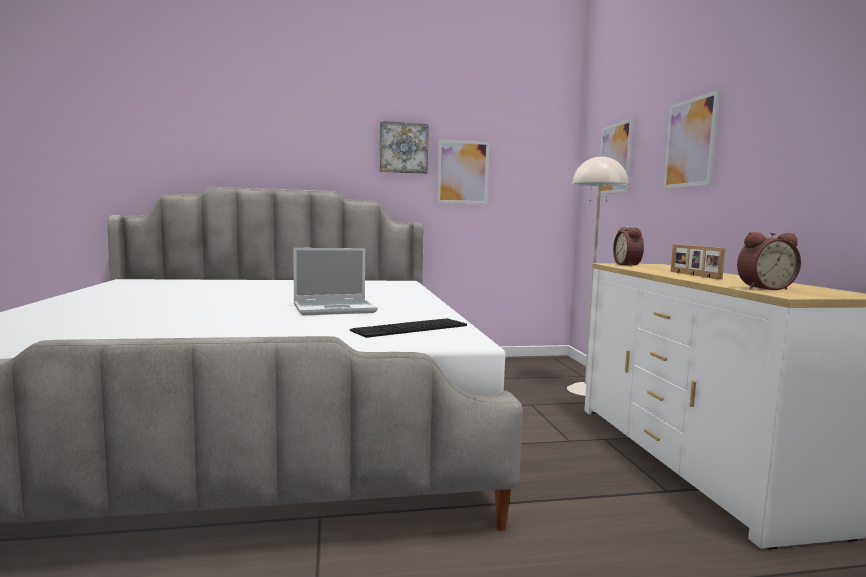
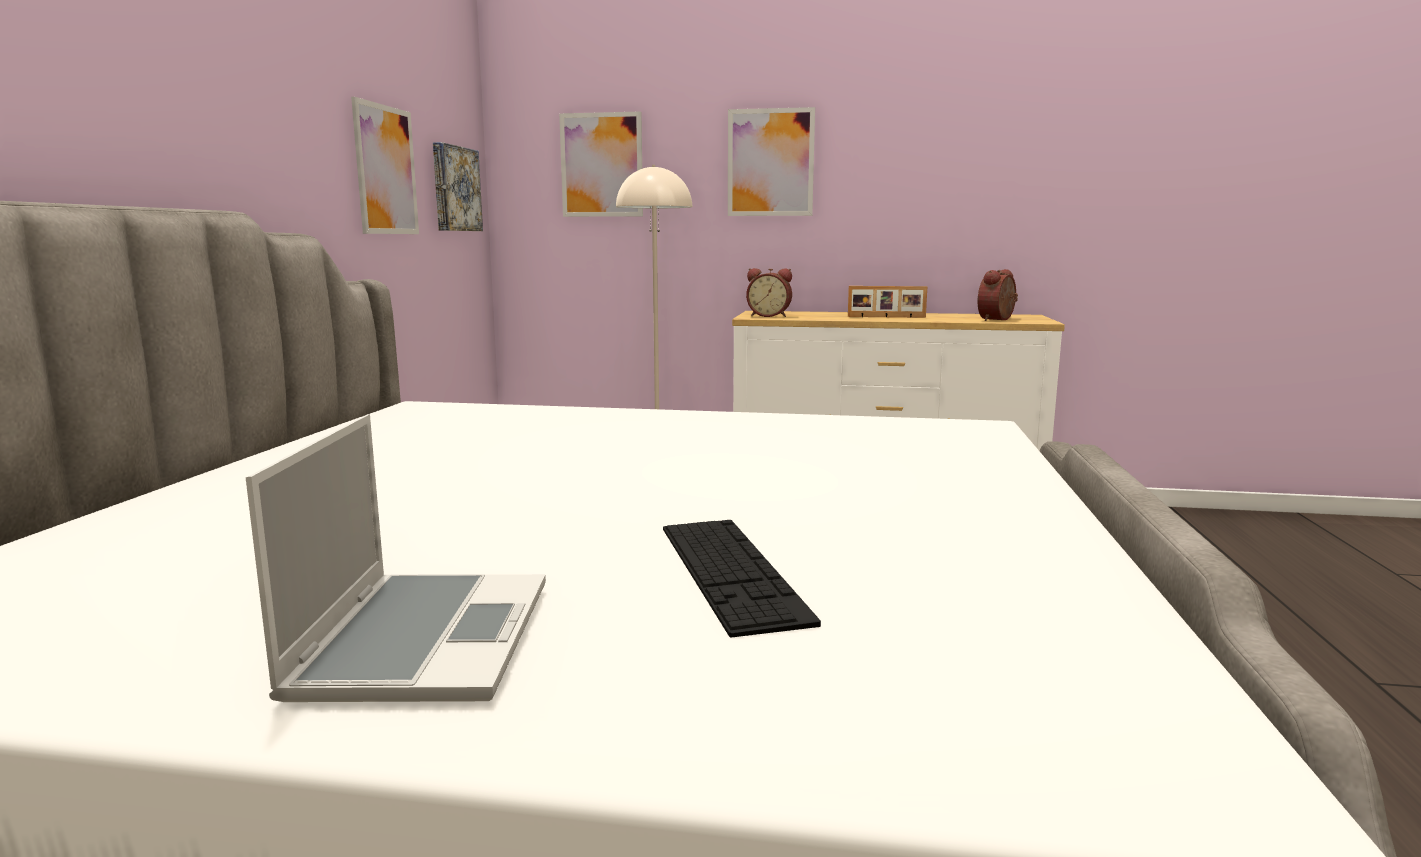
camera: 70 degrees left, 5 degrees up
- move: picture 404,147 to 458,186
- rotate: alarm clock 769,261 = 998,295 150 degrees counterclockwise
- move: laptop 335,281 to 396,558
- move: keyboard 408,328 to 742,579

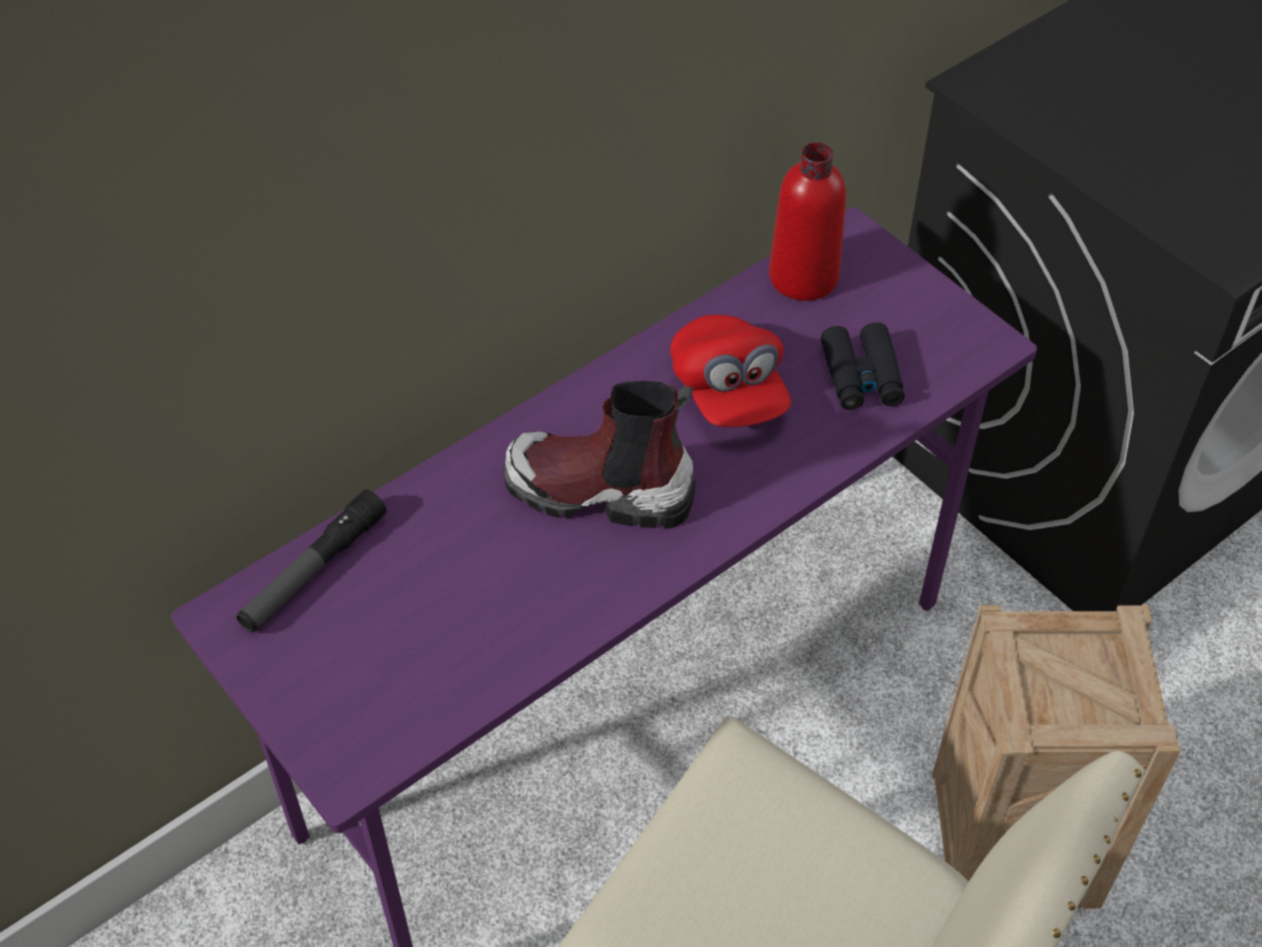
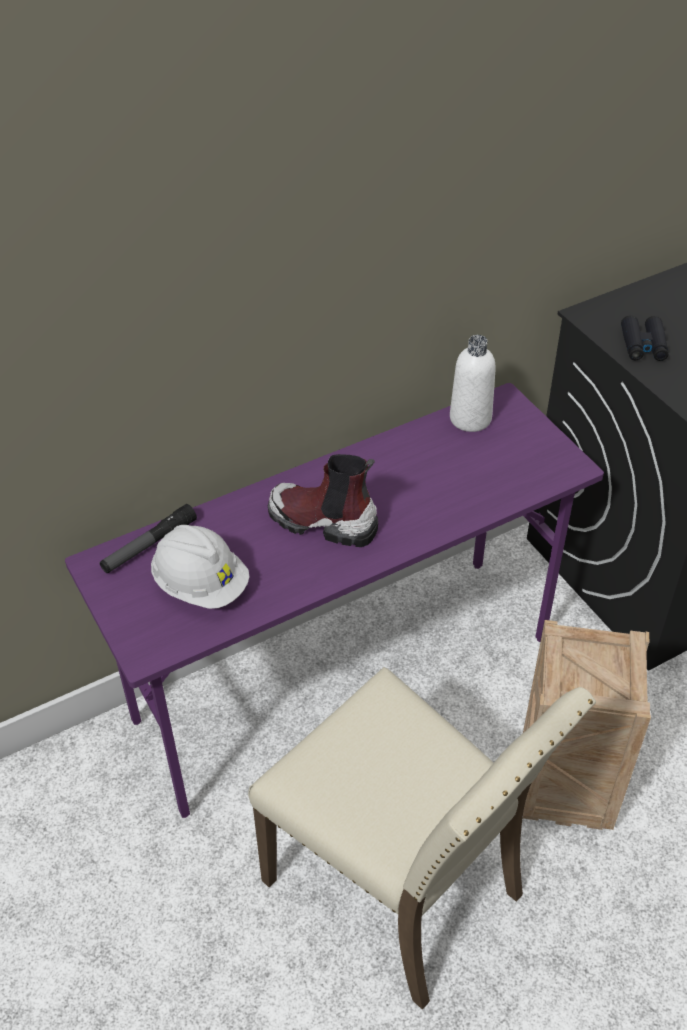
camera: 10 degrees right, 5 degrees down
- recolor: red bottle 807,221 to white bottle 473,383
- delete: red cap 730,371
- move: black binoculars 863,366 to 644,338
- insert: white hard hat 200,567

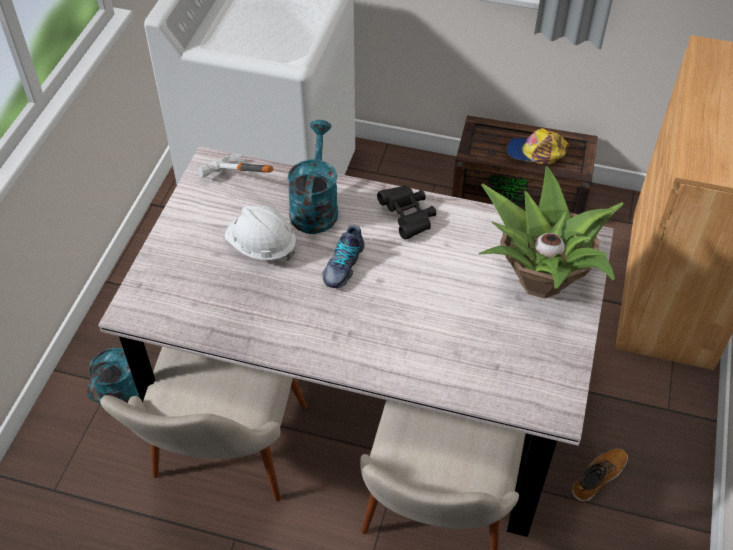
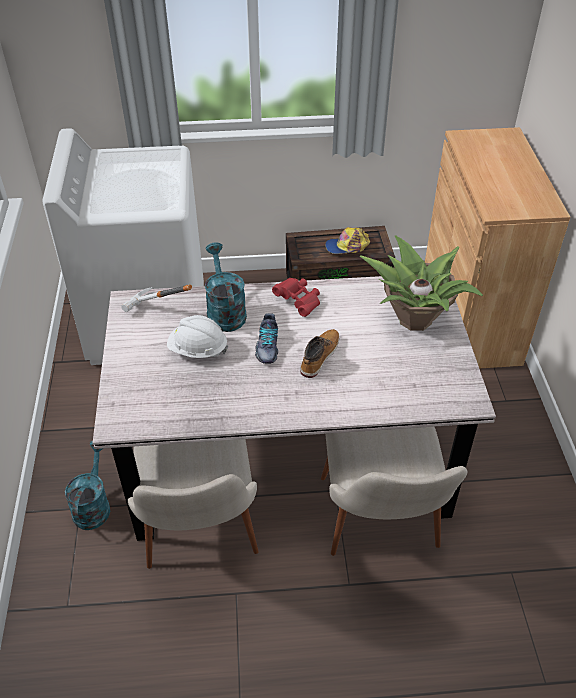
camera: 20 degrees left, 5 degrees down
- recolor: black binoculars 406,212 to red binoculars 296,297
- move: boot 599,476 to 319,353

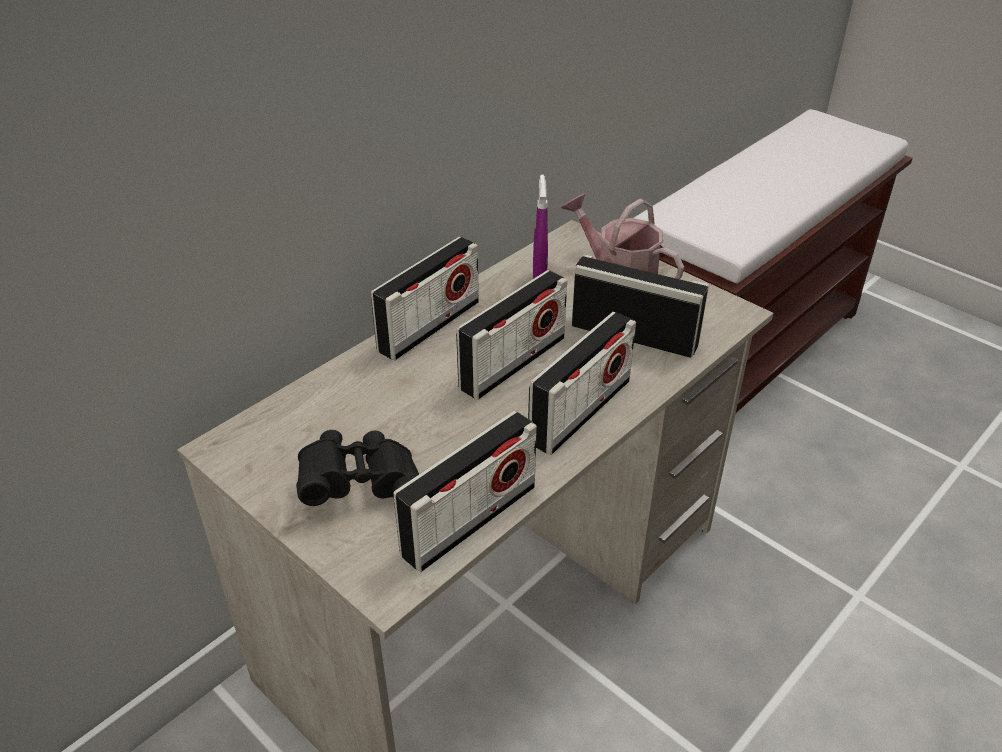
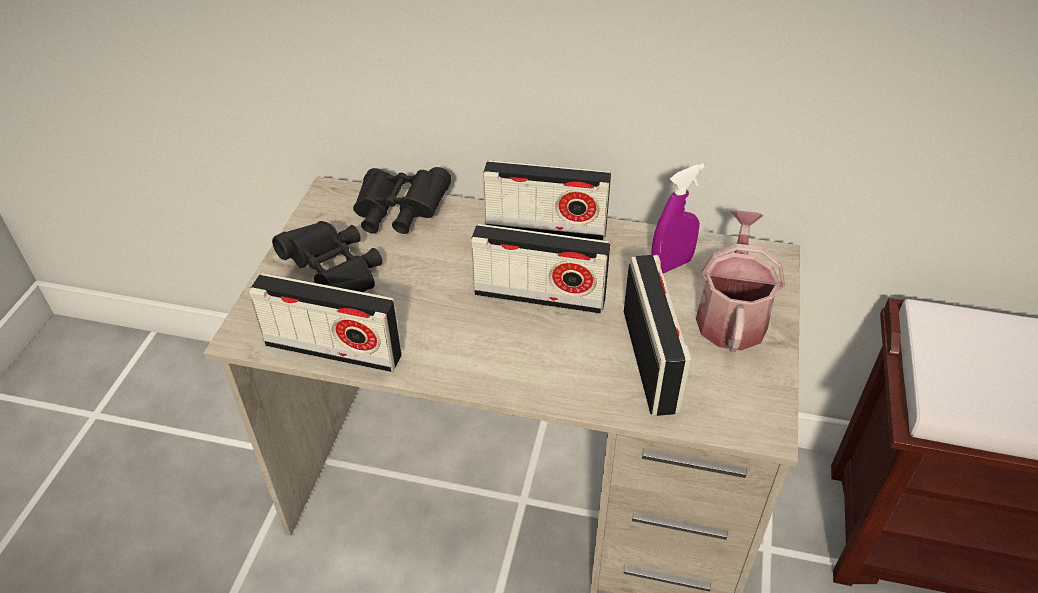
camera: 60 degrees right, 5 degrees up
- delete: radio 582,383
- insert: black binoculars 402,200

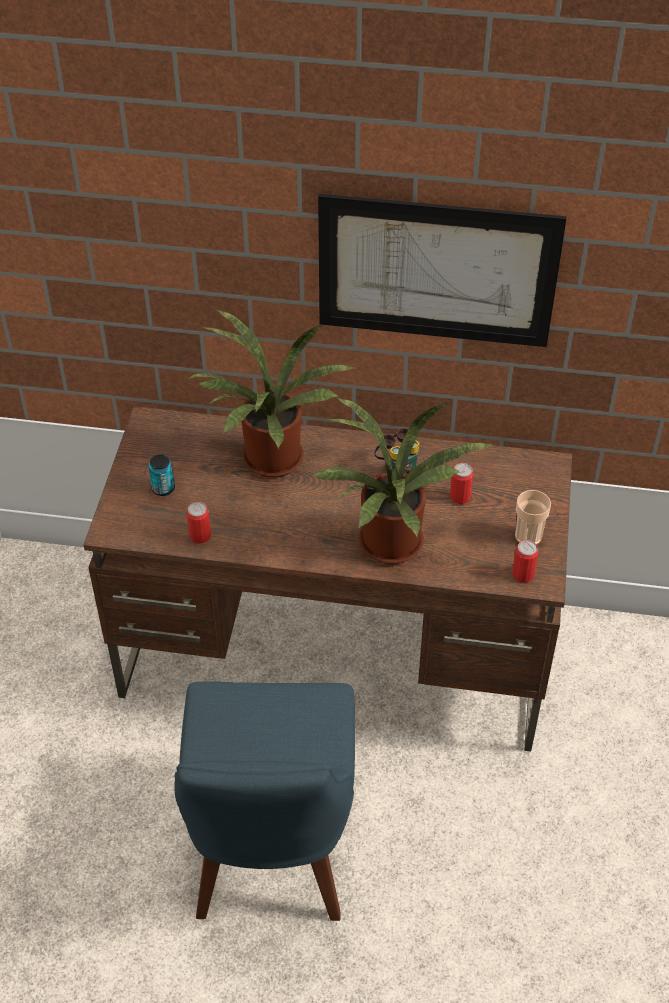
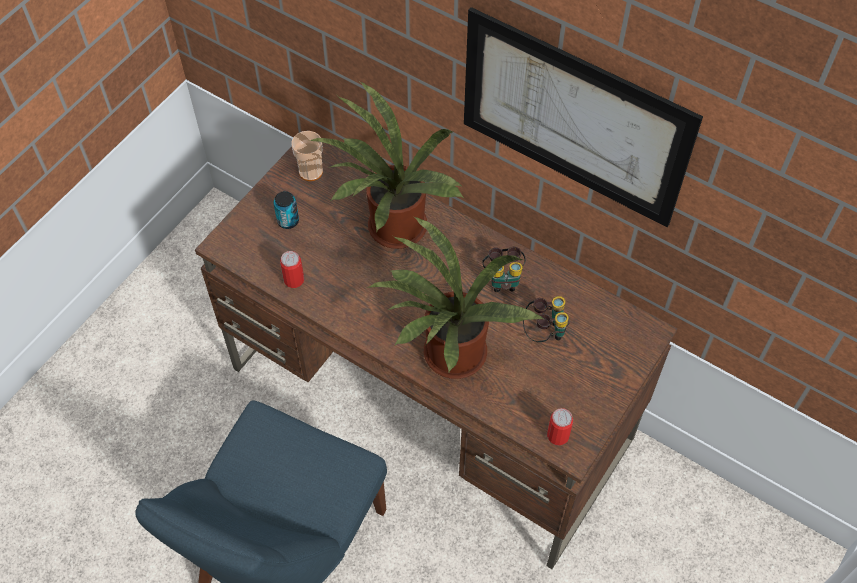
camera: 25 degrees right, 10 degrees up
- replace: can 461,483 to binoculars 546,319
- move: cup 533,517 to 307,156

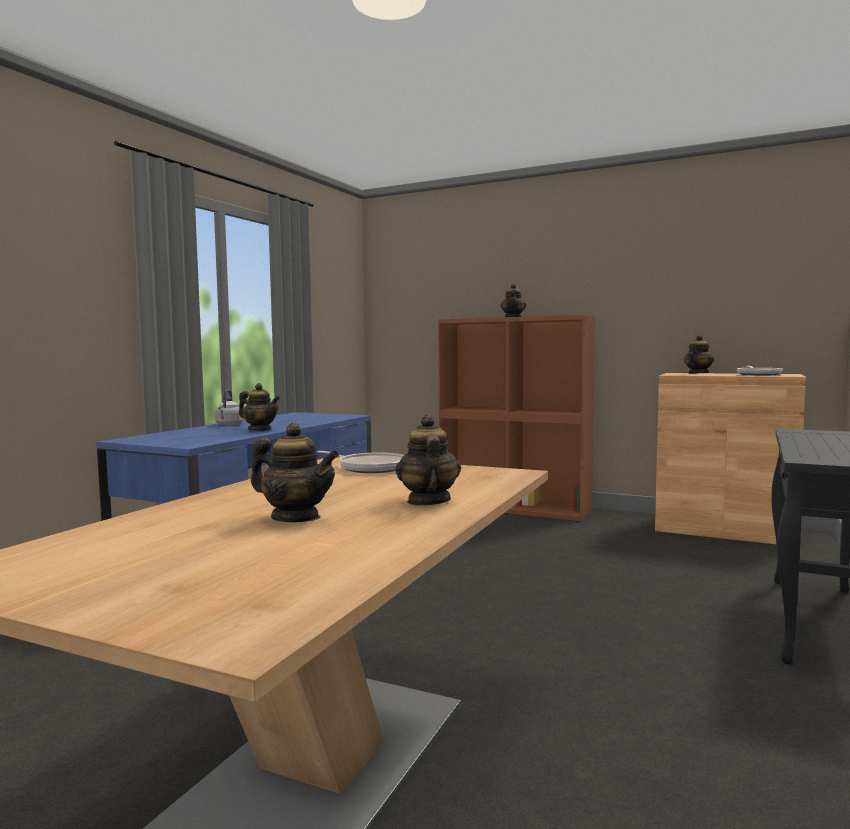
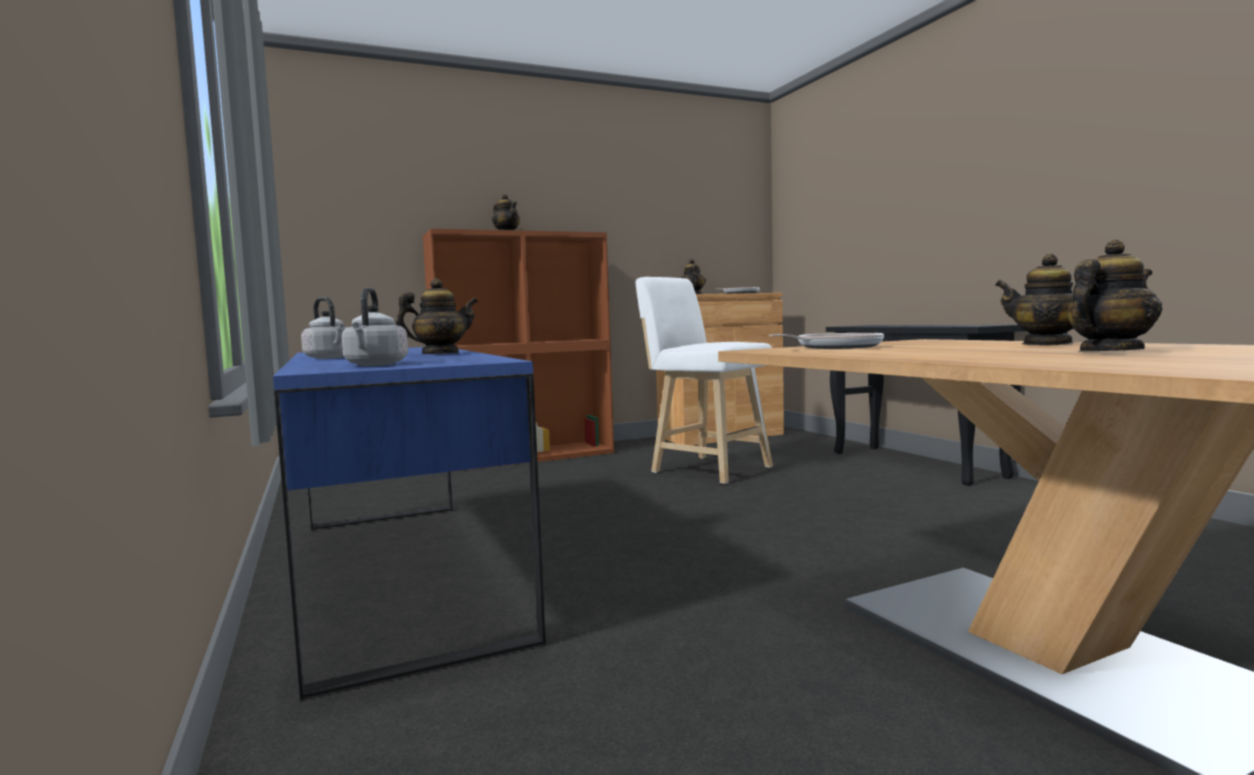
camera: 50 degrees left, 0 degrees up
- insert: white stool 704,380
- insert: grey kettle 375,327

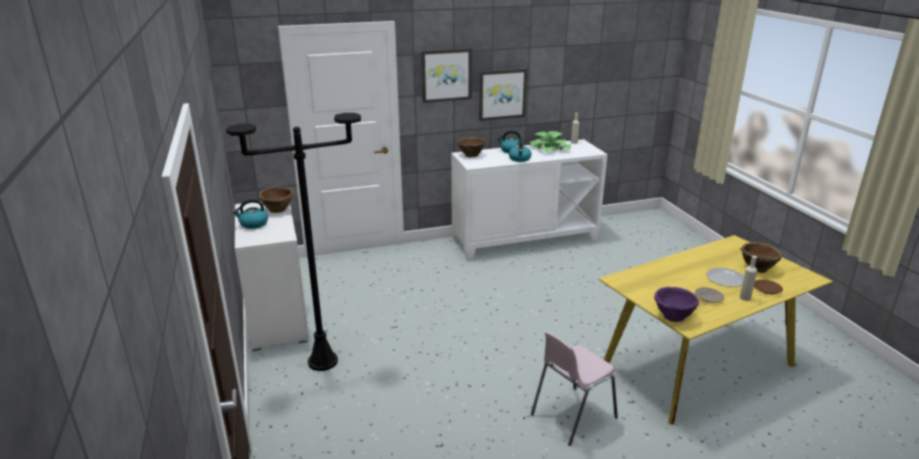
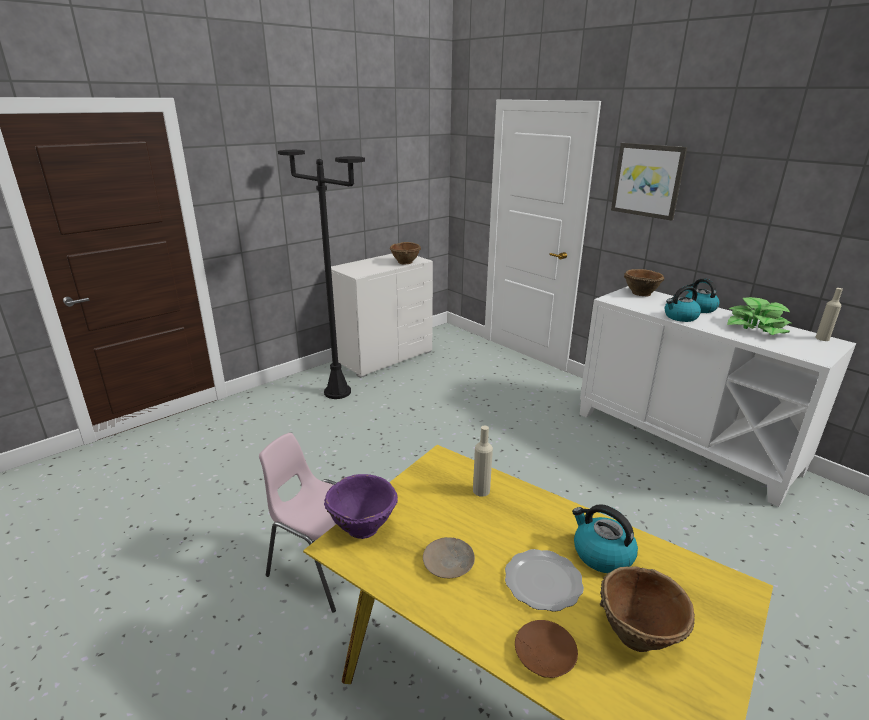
camera: 65 degrees right, 0 degrees up
- delete: picture 503,95
- move: kettle 250,214 to 605,538
- move: beige bottle 748,278 to 483,461

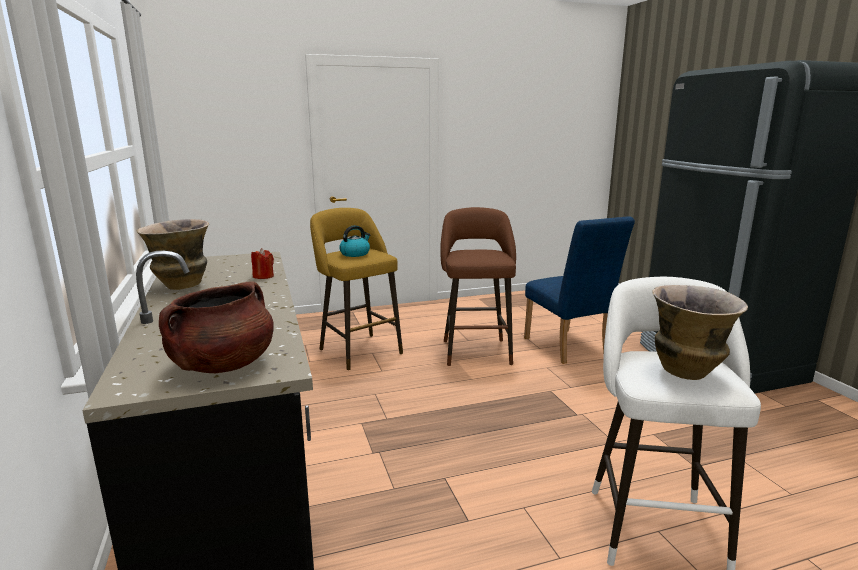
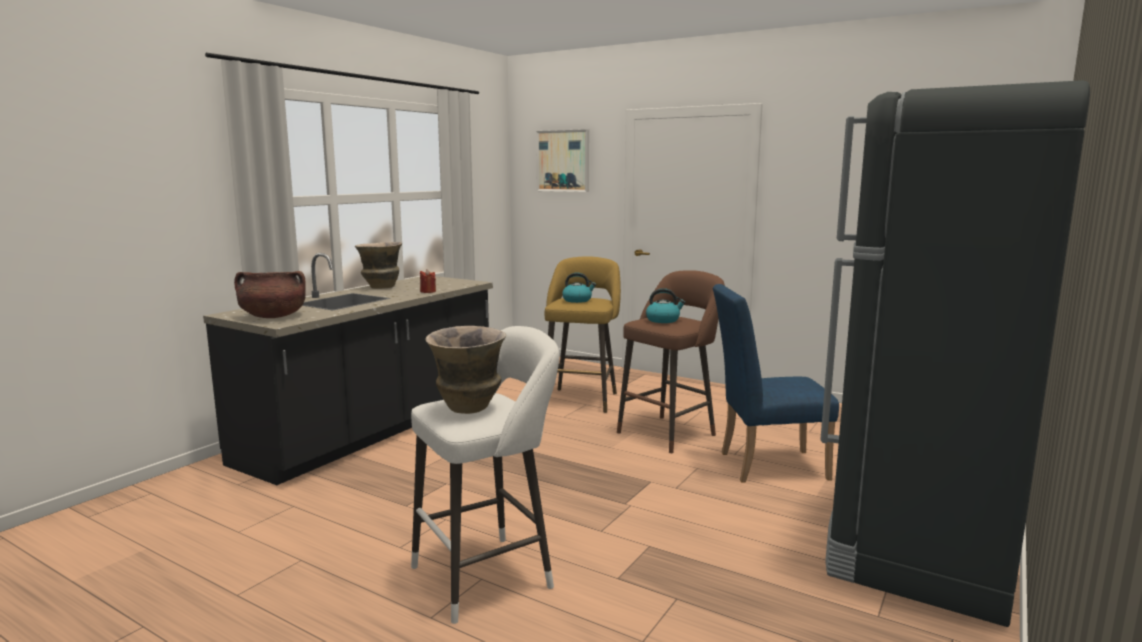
camera: 50 degrees right, 5 degrees down
- rotate: blue chair 579,290 = 776,383 60 degrees clockwise
- insert: picture 562,160
- insert: kettle 666,305

